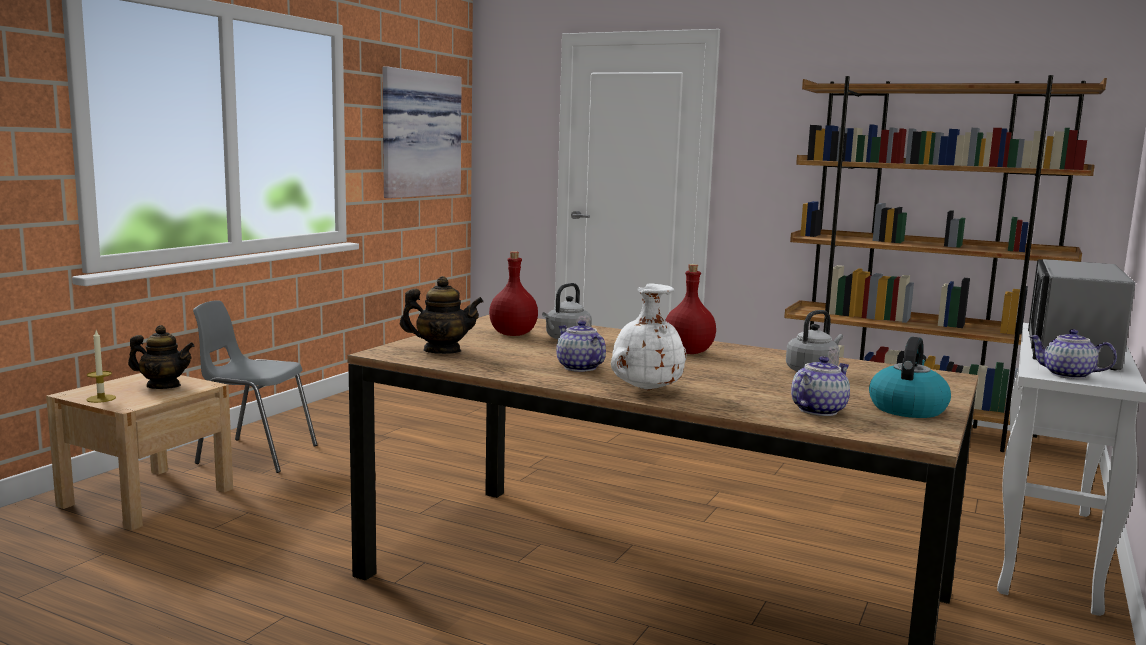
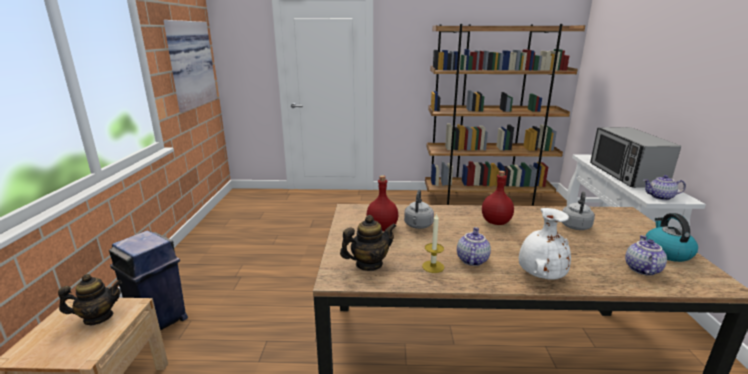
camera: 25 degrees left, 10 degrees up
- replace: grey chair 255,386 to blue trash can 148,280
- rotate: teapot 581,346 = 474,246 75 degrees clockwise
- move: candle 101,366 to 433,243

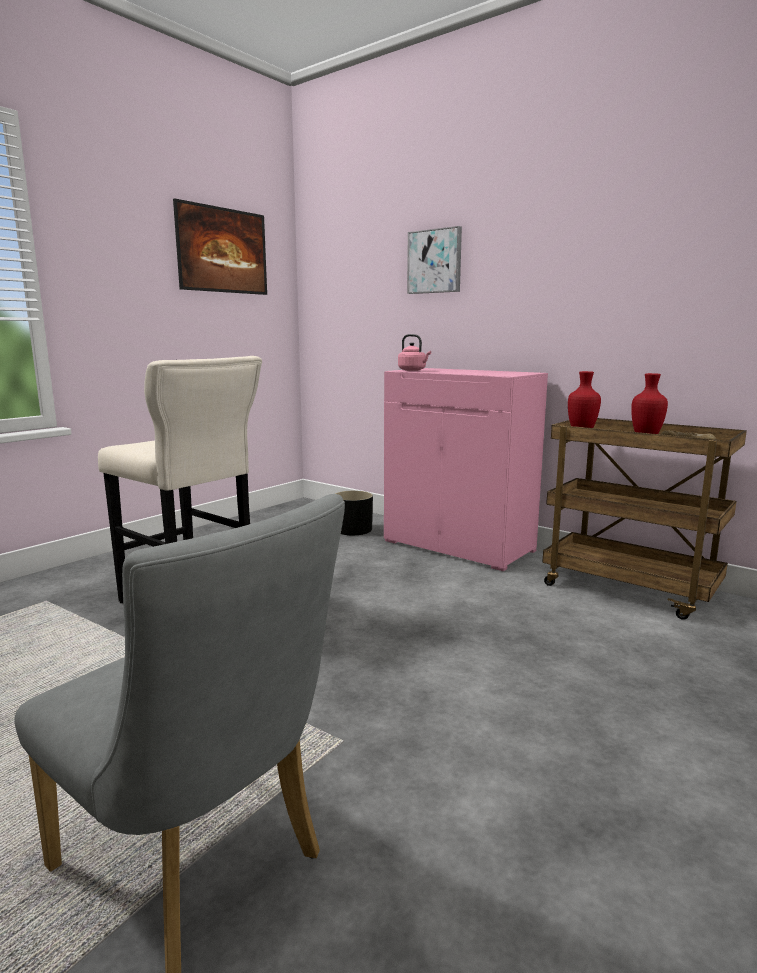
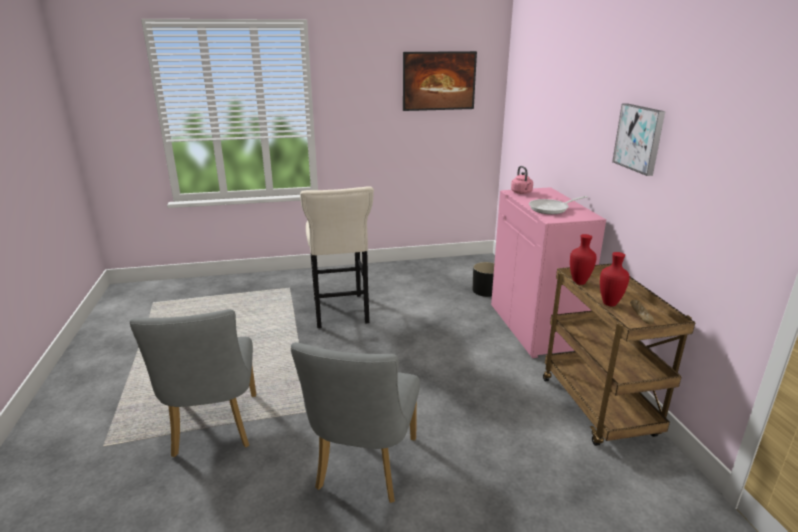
camera: 40 degrees right, 10 degrees up
- move: picture 434,260 to 638,139
- insert: frying pan 558,205
- insert: grey chair 355,422

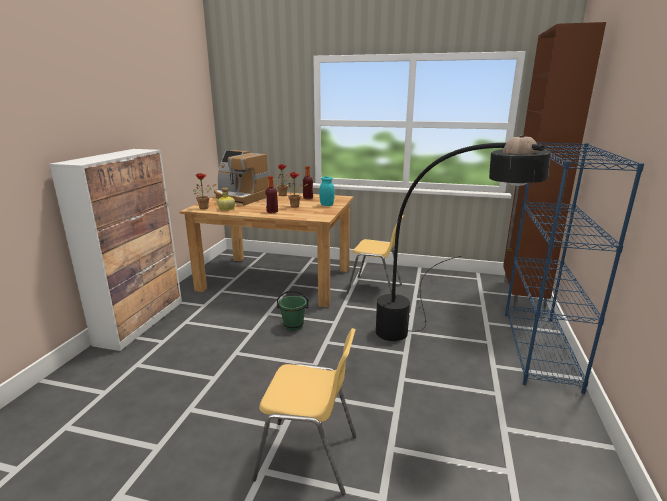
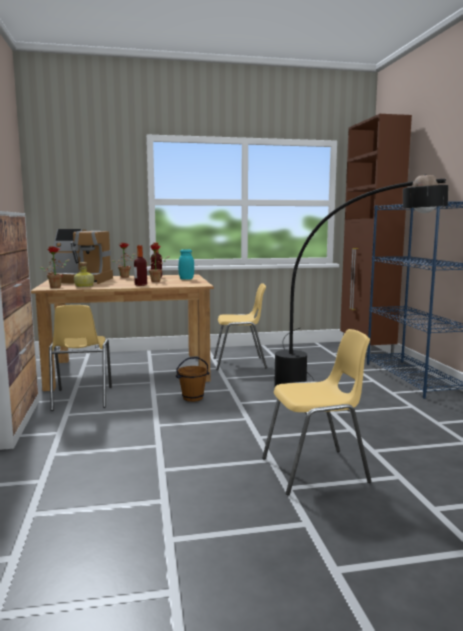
camera: 25 degrees left, 10 degrees down
- recolor: green bucket 293,311 to brown bucket 192,379
- insert: yellow chair 80,358

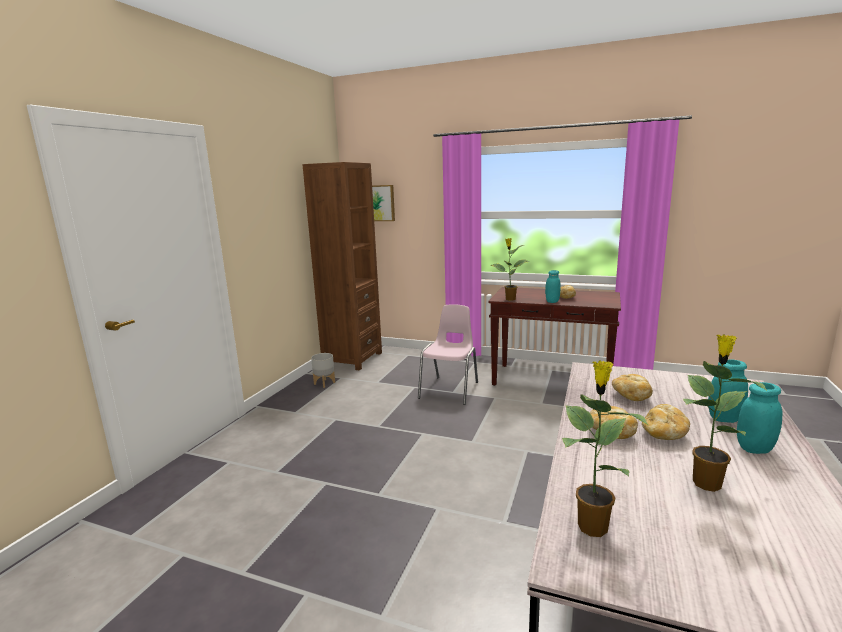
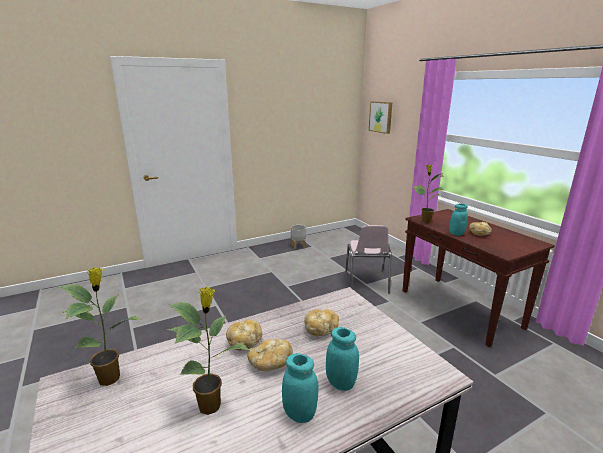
camera: 40 degrees right, 5 degrees up
- delete: brown bookcase 342,266
- rotate: pink chair 448,354 = 368,259 120 degrees clockwise

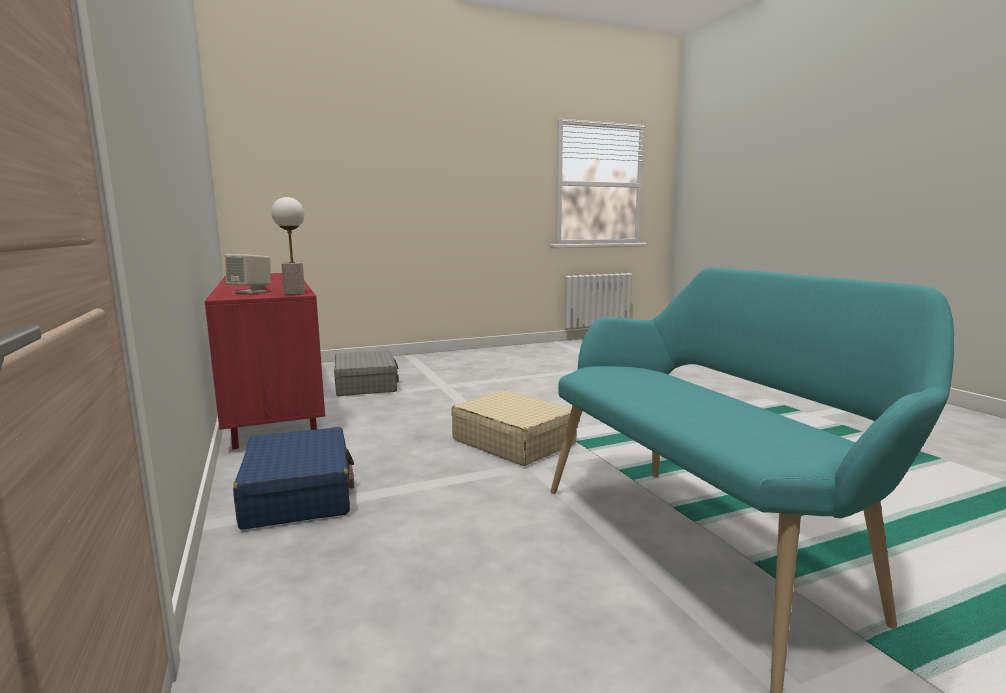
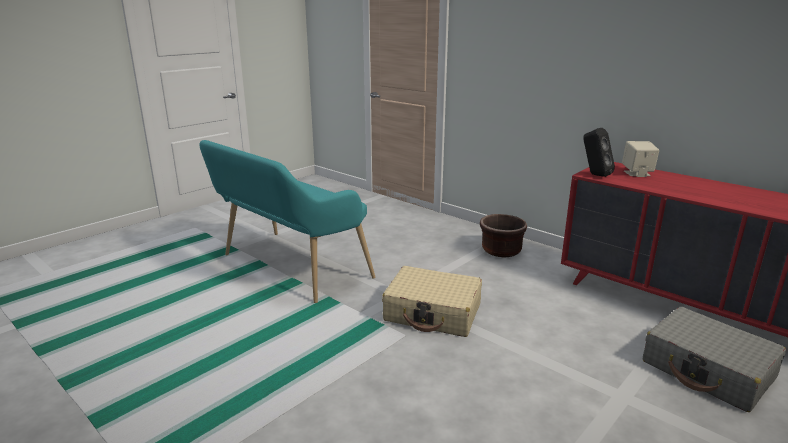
camera: 155 degrees right, 10 degrees up
- replace: table lamp 288,246 to black speaker 599,152
- replace: blue suitcase 293,478 to brown planter 503,235

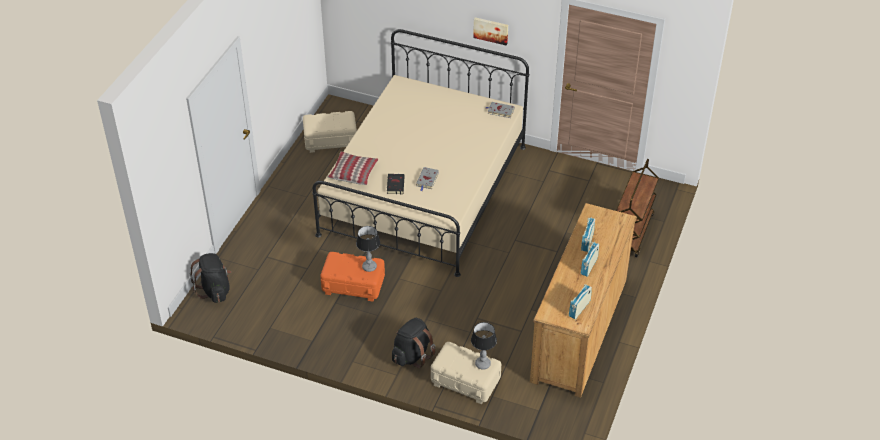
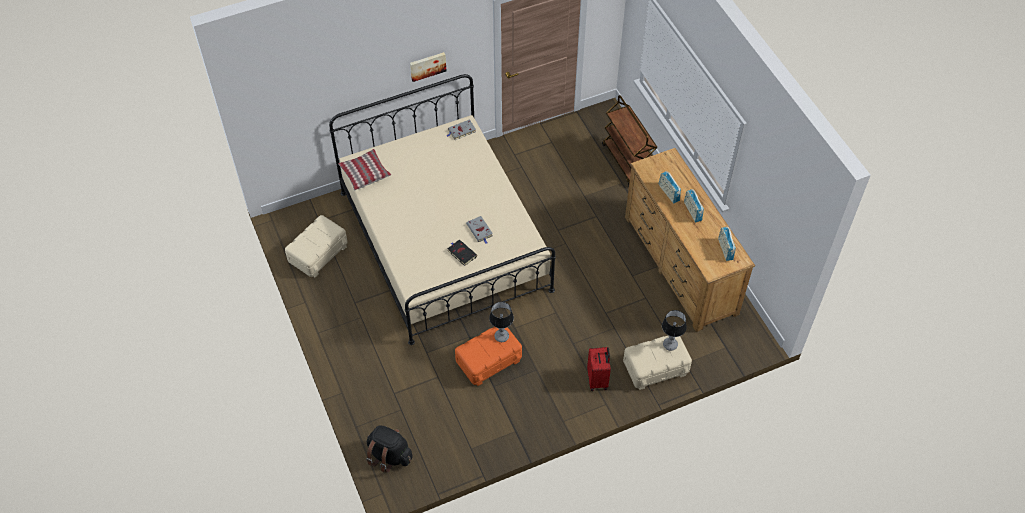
camera: 45 degrees left, 10 degrees up
- move: pillow 353,168 to 364,170
- replace: black backpack 413,343 to red suitcase 599,369

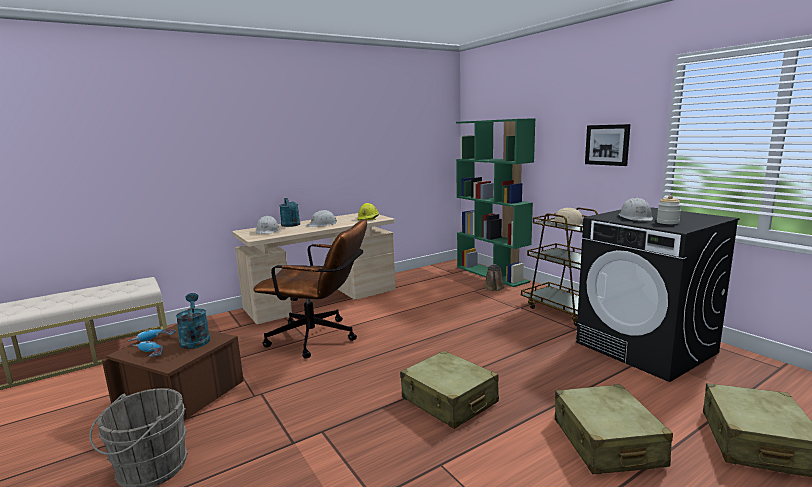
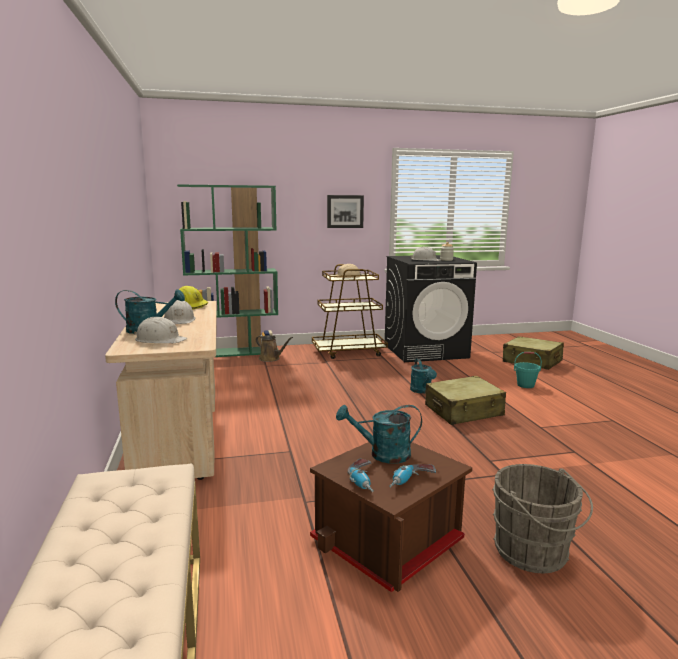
camera: 70 degrees left, 0 degrees up
- delete: brown office chair 310,289
- replace: beige suitcase 614,429 to turquoise bucket 528,370
- insert: turquoise watering can 423,376

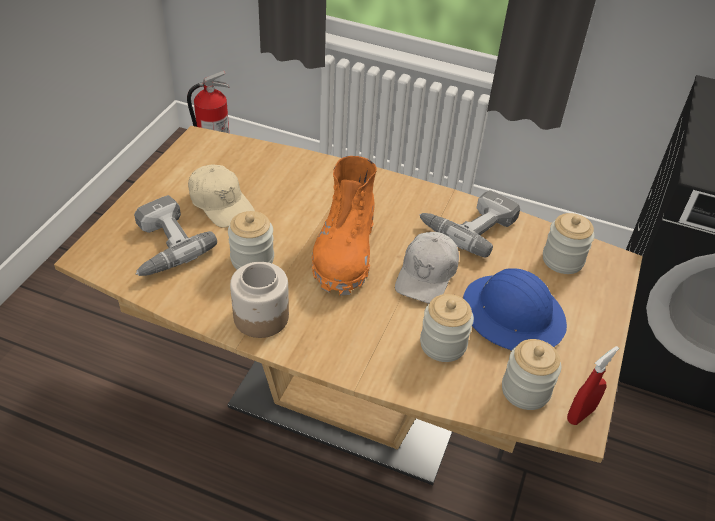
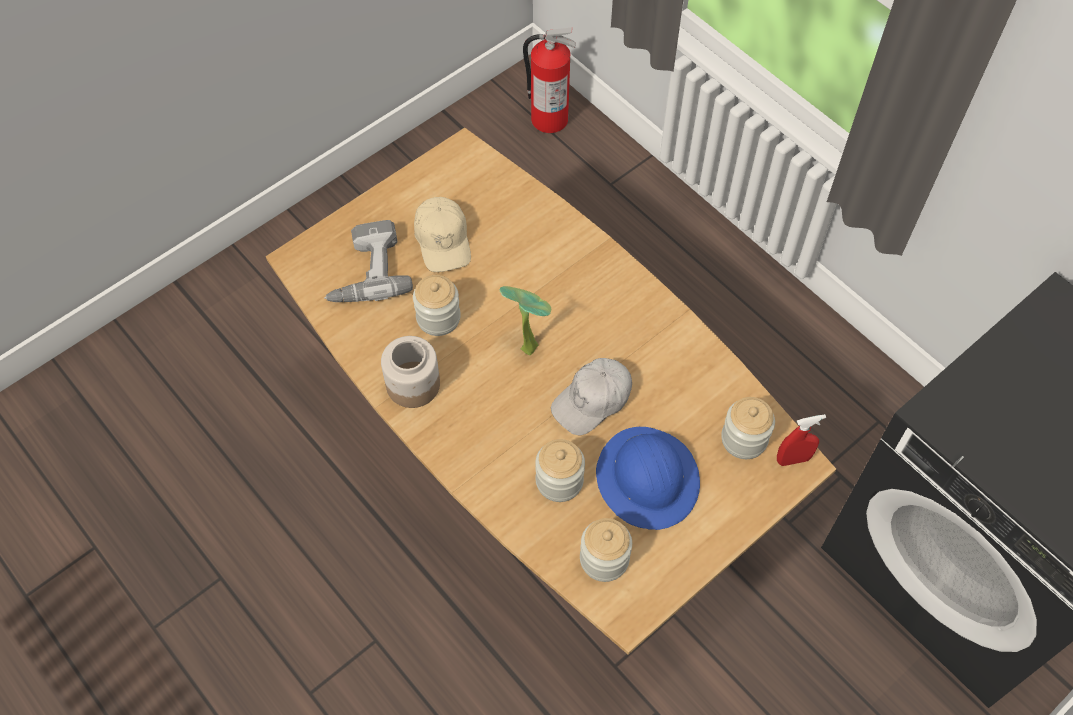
camera: 30 degrees right, 15 degrees up
- replace: orange boot 344,226 to potted plant 525,320
- delete: power drill 469,223
- move: red spray bottle 593,385 to 801,440

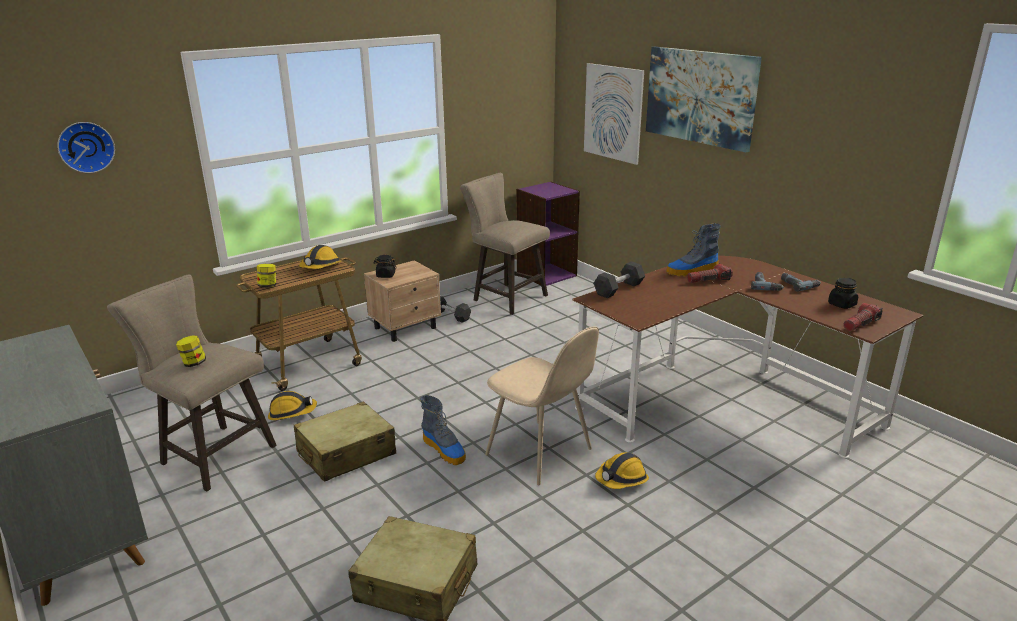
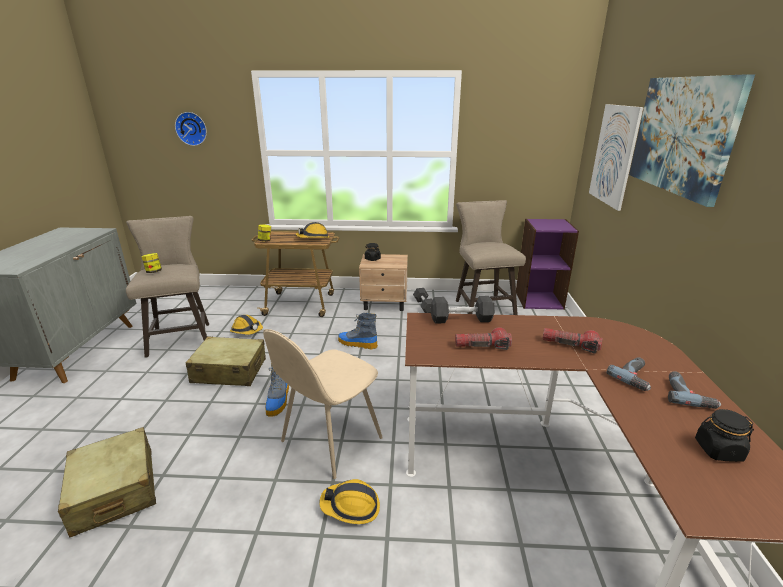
camera: 40 degrees right, 0 degrees up
- move: boot 693,250 to 358,331
- move: flashlight 862,317 to 483,338
- rotate: beige chair 542,406 = 323,404 45 degrees clockwise

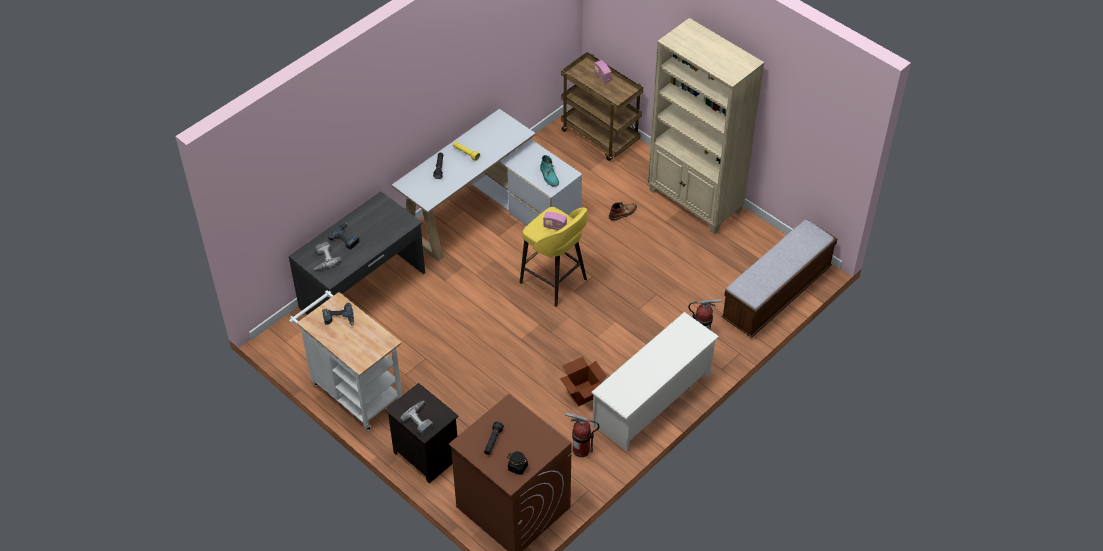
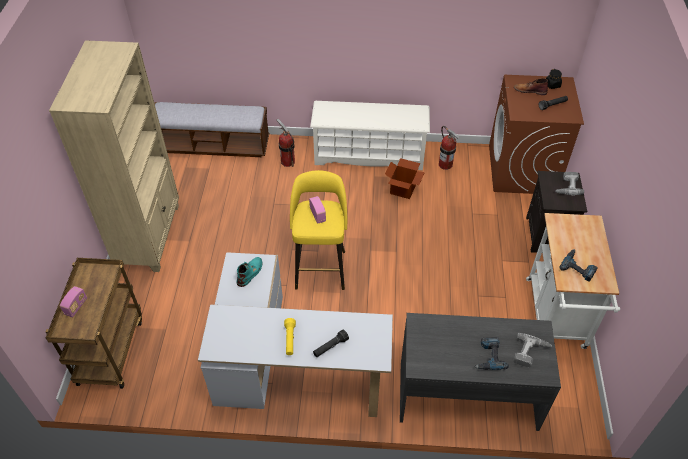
camera: 130 degrees left, 0 degrees up
- move: brown boot 623,211 to 531,86

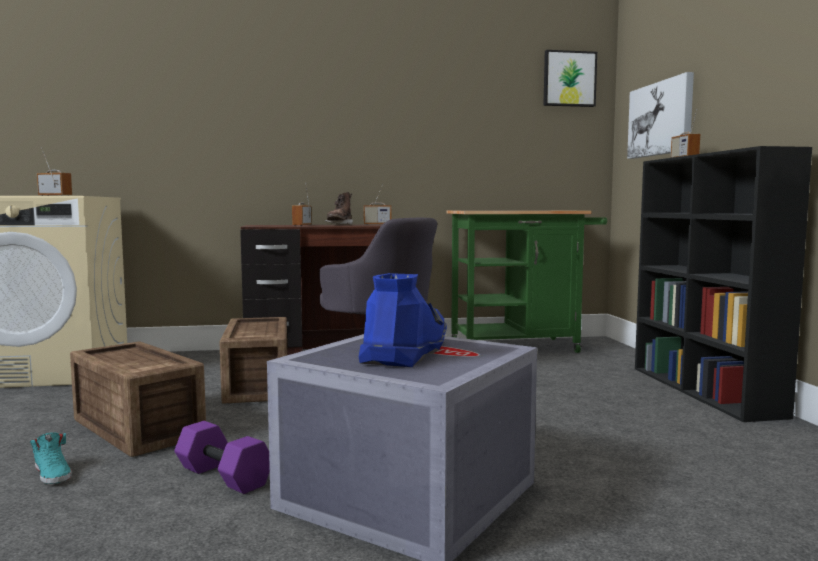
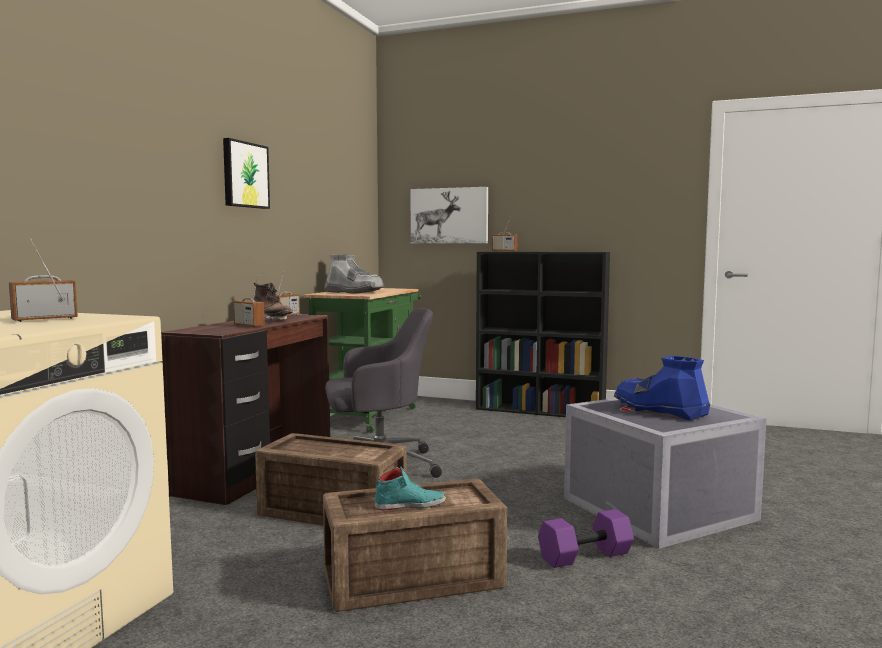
camera: 60 degrees left, 0 degrees up
- move: picture 570,78 to 246,173
- move: turquoise shoe 51,458 to 410,488
- insert: grey boot 355,274

